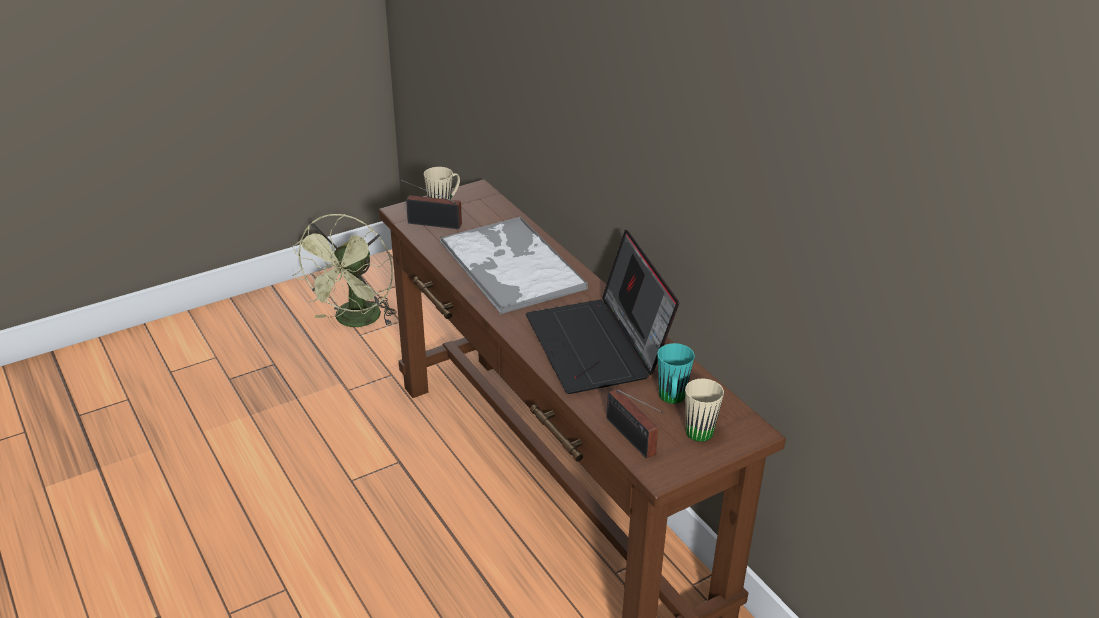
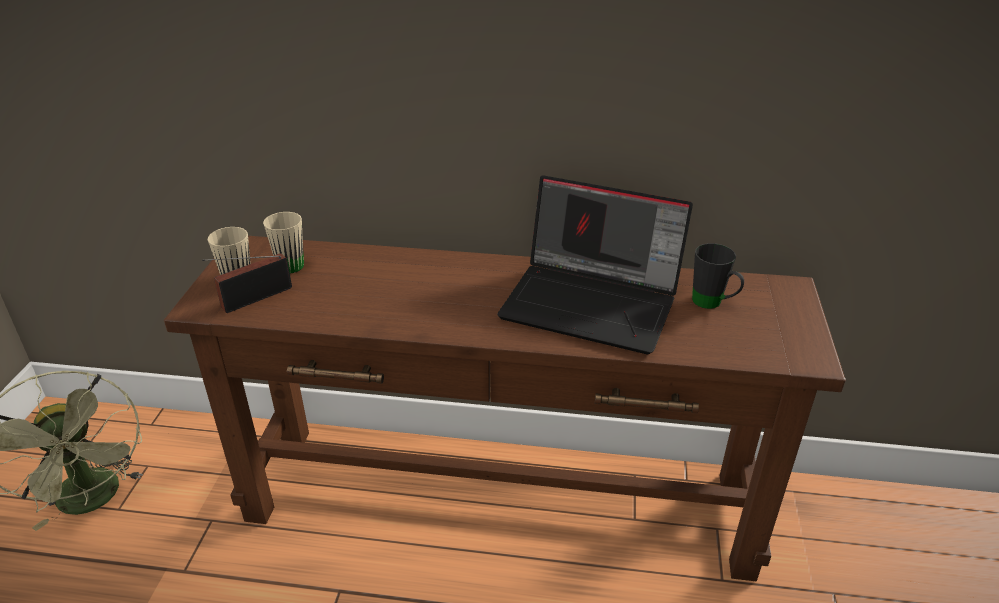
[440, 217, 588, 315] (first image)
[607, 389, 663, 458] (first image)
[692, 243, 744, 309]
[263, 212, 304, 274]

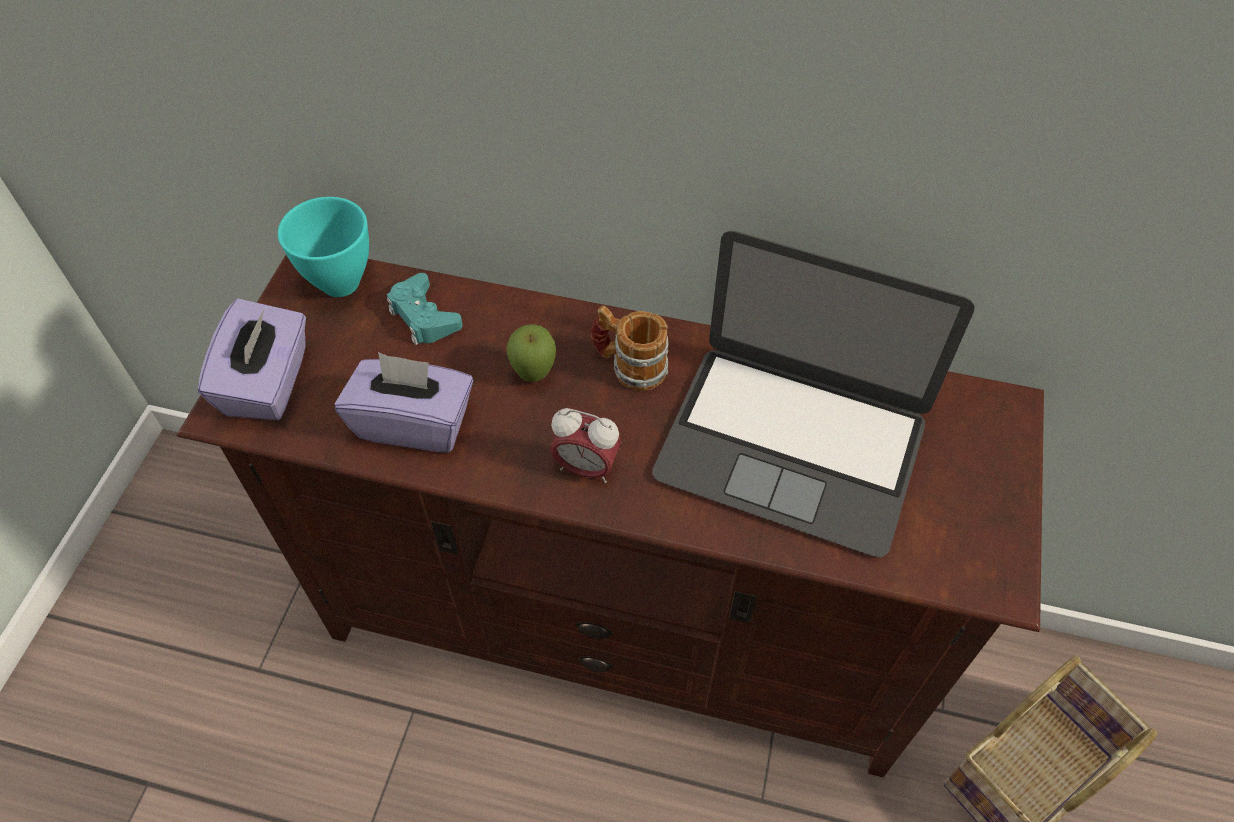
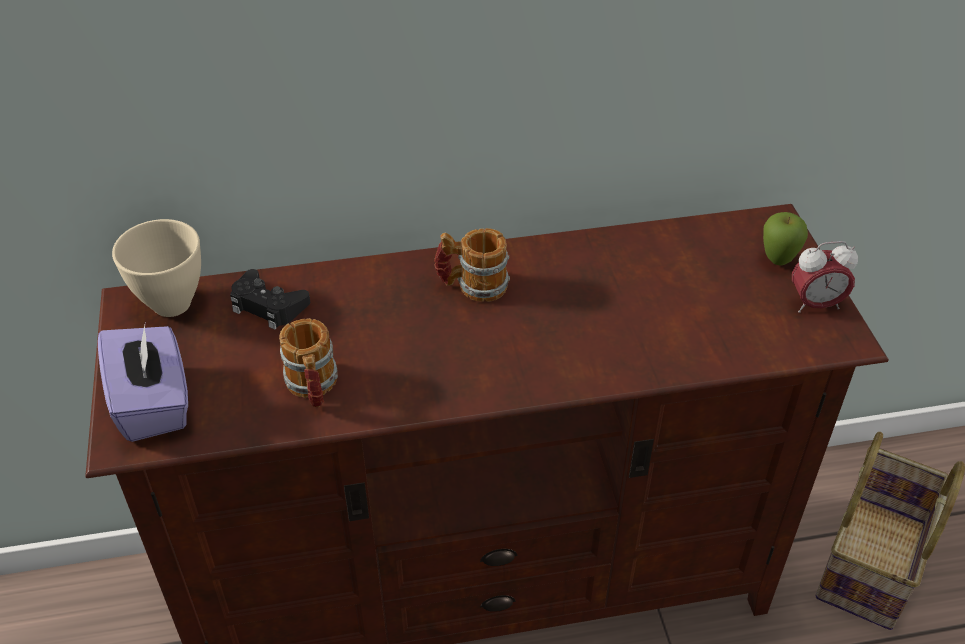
[112, 219, 201, 317]
[279, 318, 338, 407]
[230, 269, 310, 329]
[763, 212, 808, 266]
[792, 241, 858, 313]
[652, 231, 974, 558] (first image)

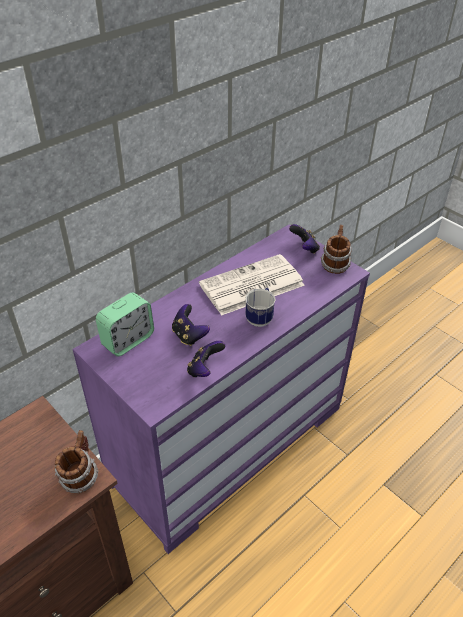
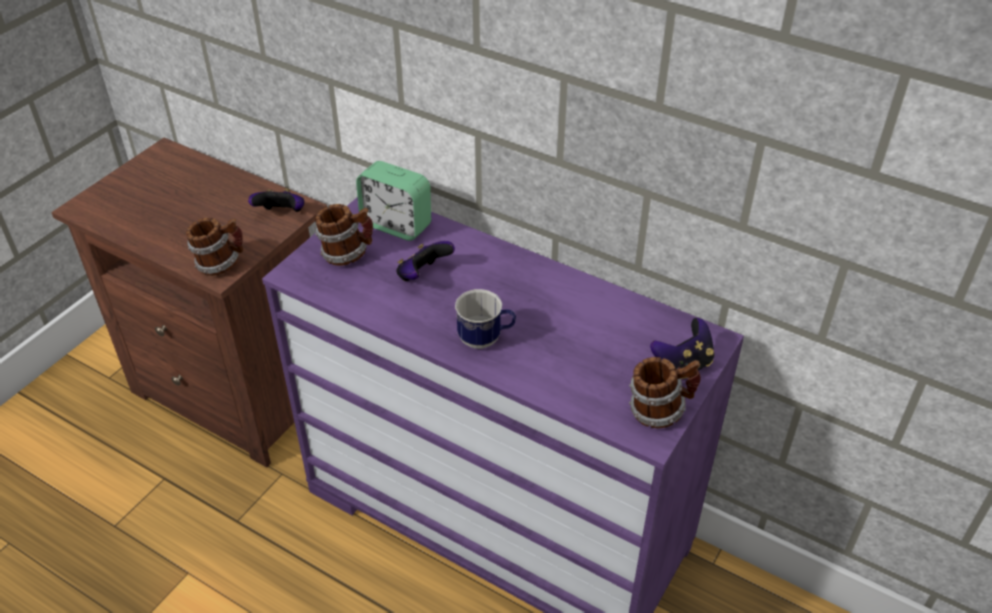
[248, 189, 304, 212]
[199, 254, 305, 316] (first image)
[315, 204, 373, 266]

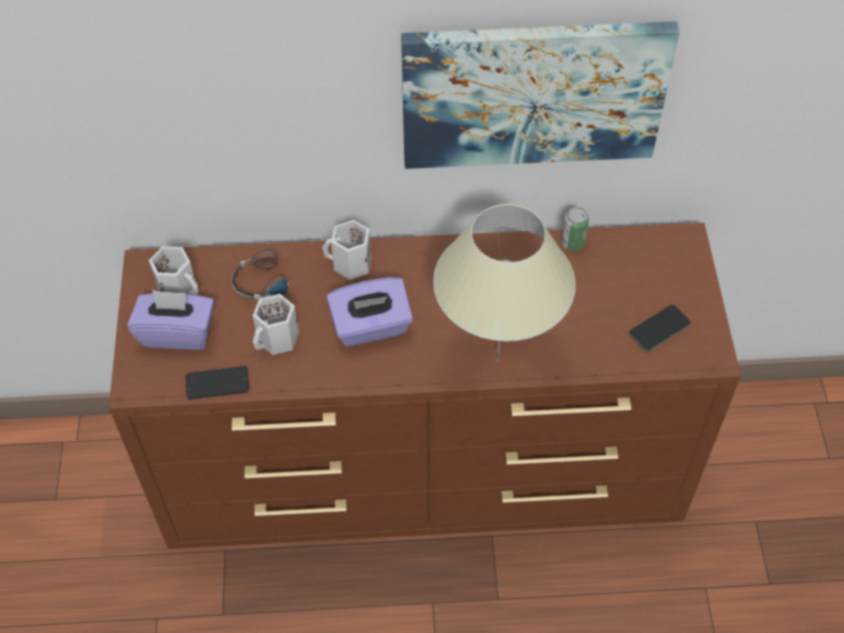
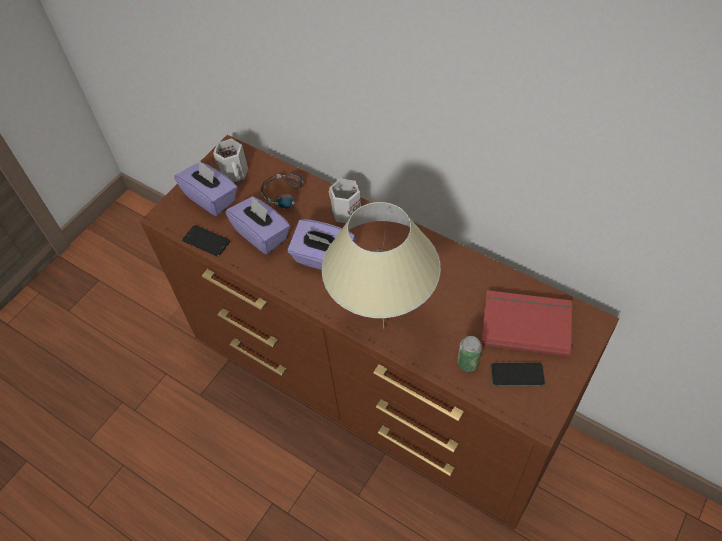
[226, 196, 290, 255]
[401, 21, 680, 169] (first image)
[458, 336, 482, 372]
[481, 290, 572, 357]

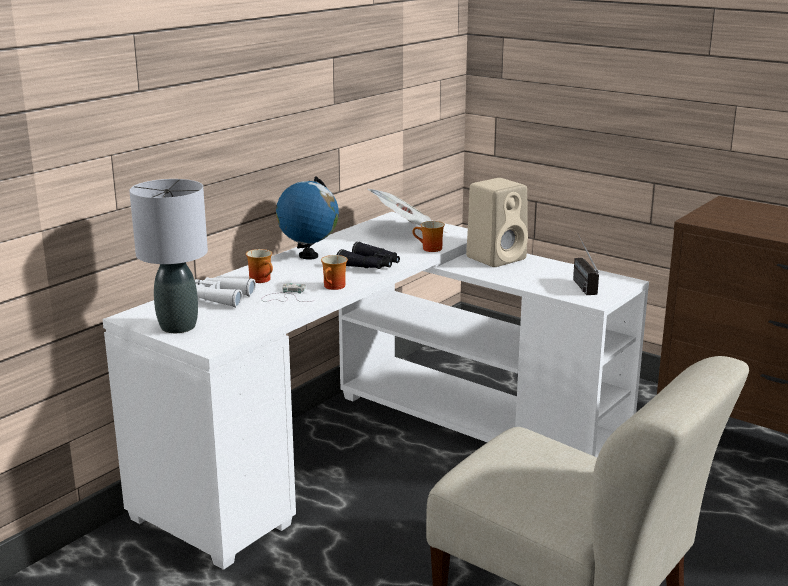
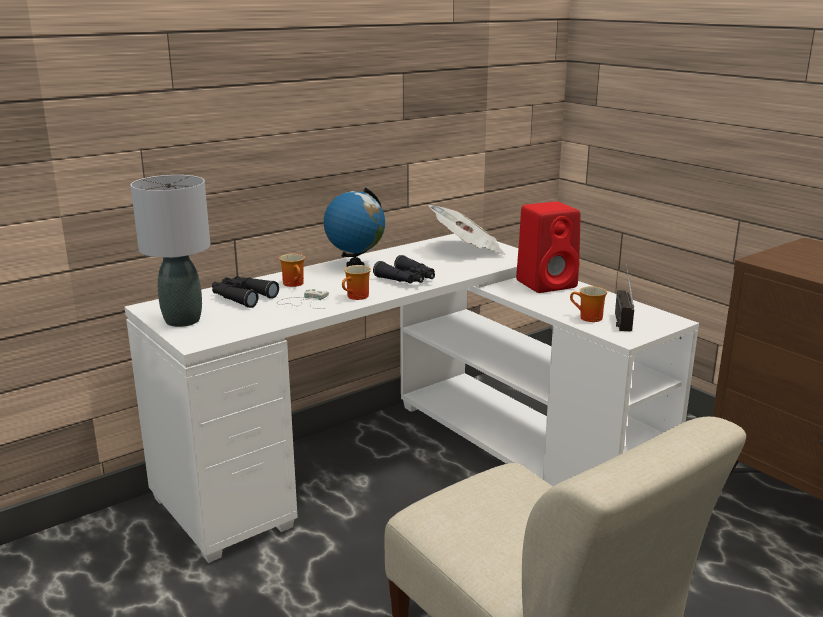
[212, 276, 279, 308]
[570, 286, 607, 322]
[516, 201, 580, 293]

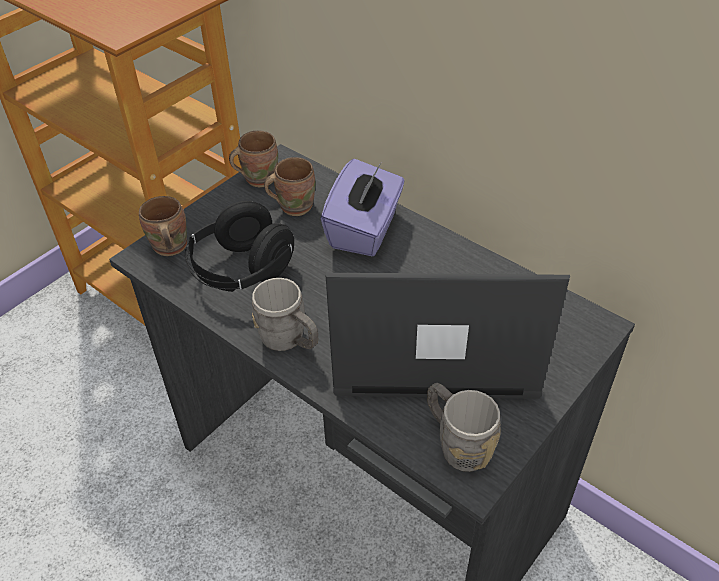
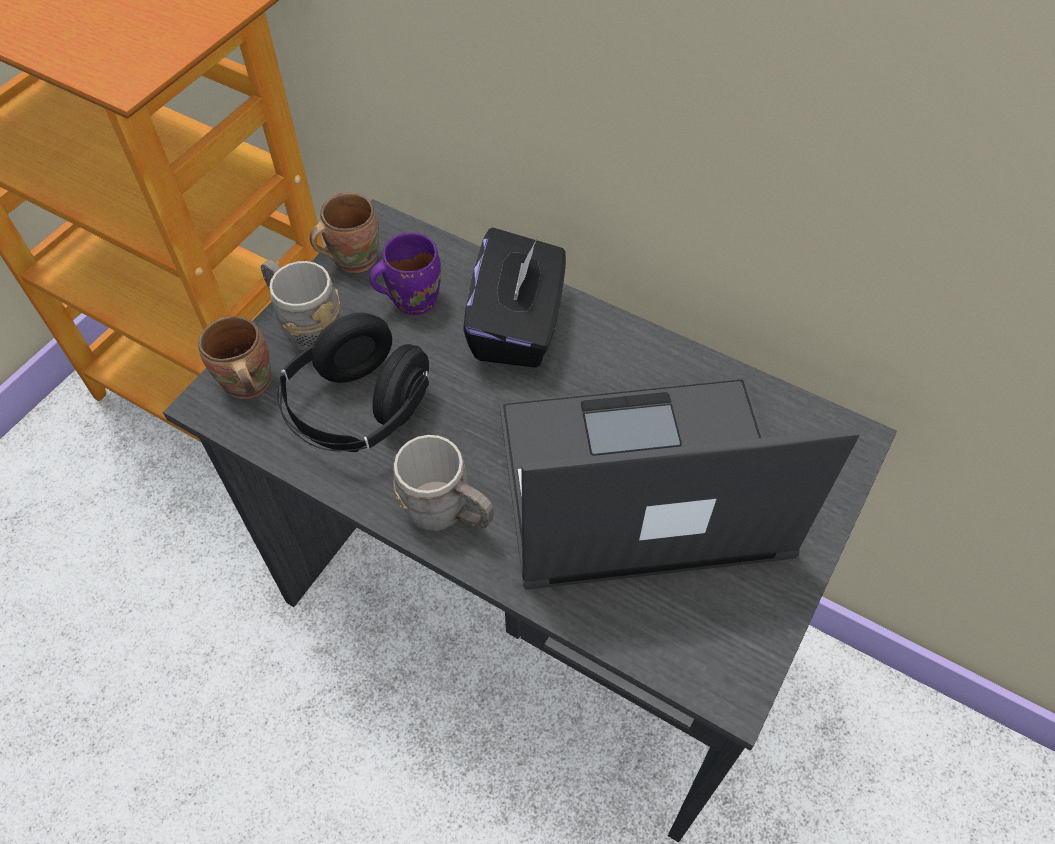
[369, 232, 441, 315]
[463, 227, 566, 368]
[261, 259, 340, 350]

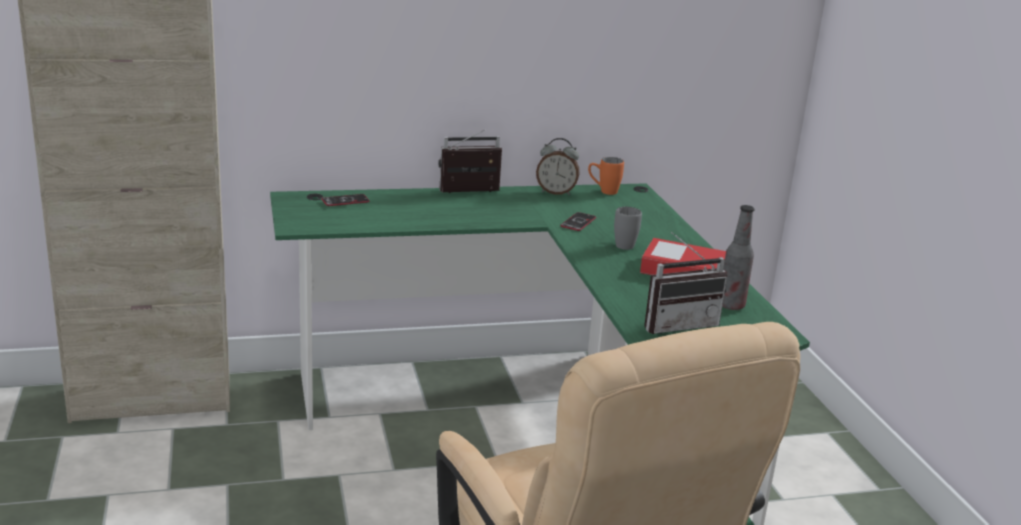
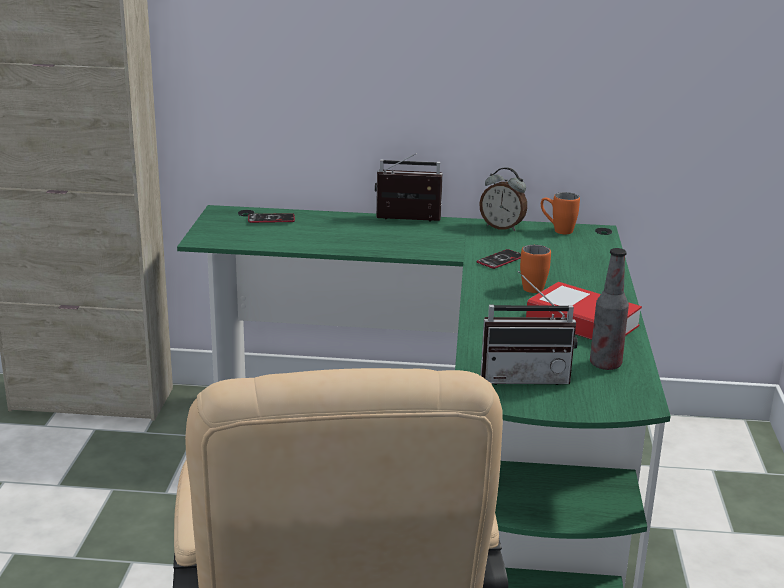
[520, 245, 551, 293]

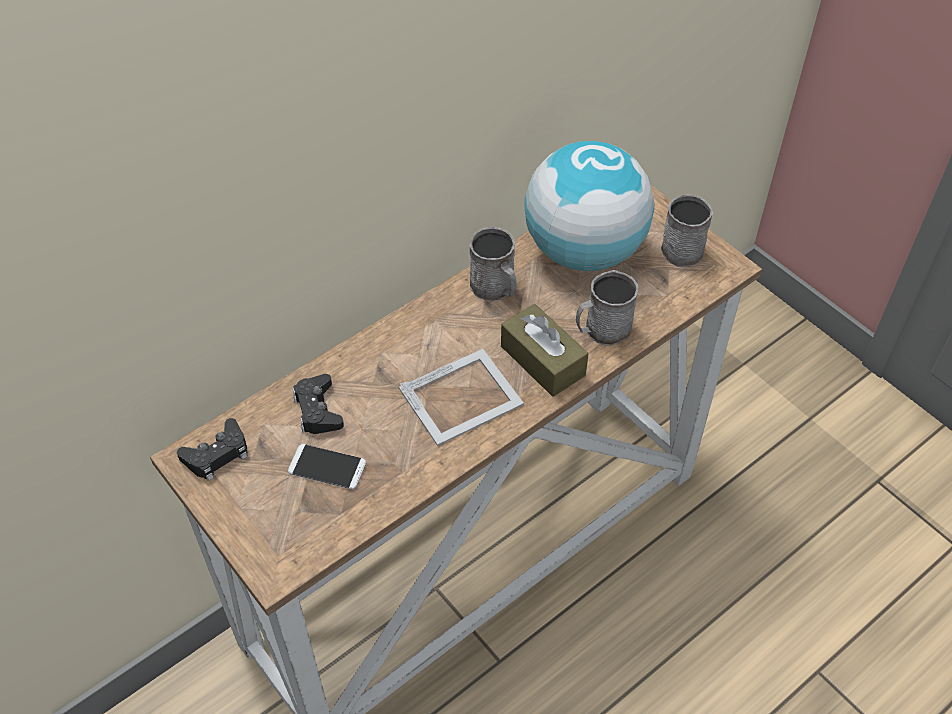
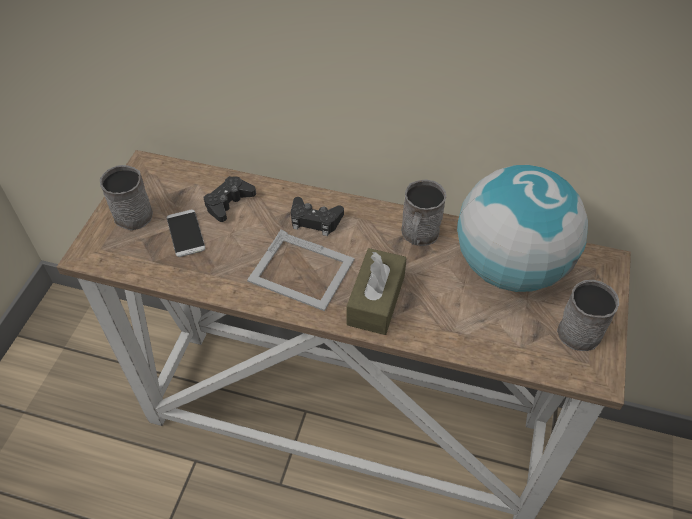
[291, 197, 344, 236]
[100, 165, 153, 230]

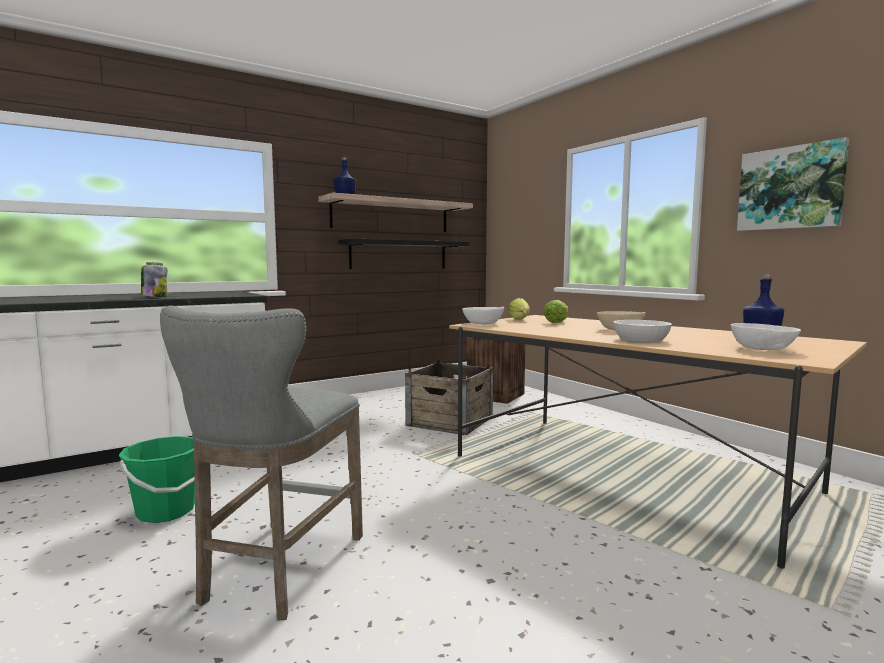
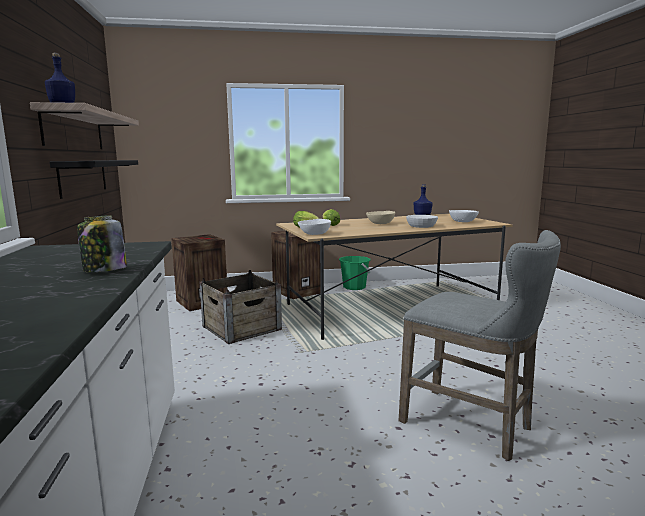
[339, 256, 371, 290]
[737, 137, 849, 231] (first image)
[271, 231, 321, 299]

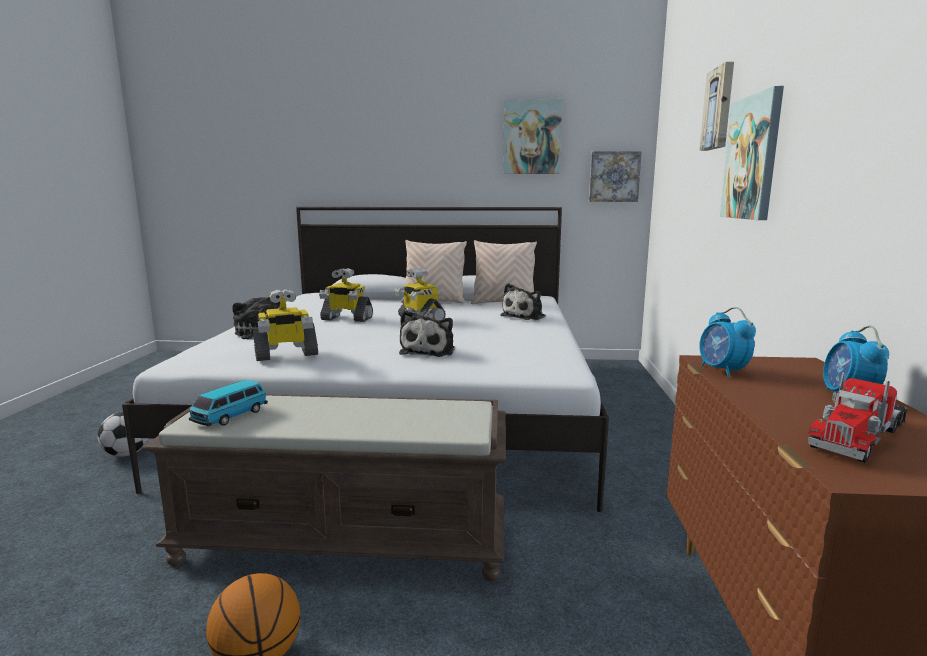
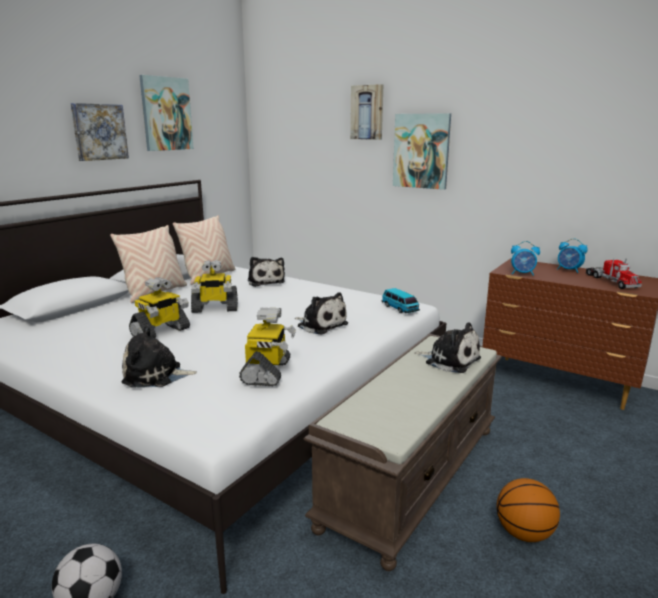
[382, 288, 420, 313]
[71, 103, 129, 161]
[414, 322, 481, 373]

